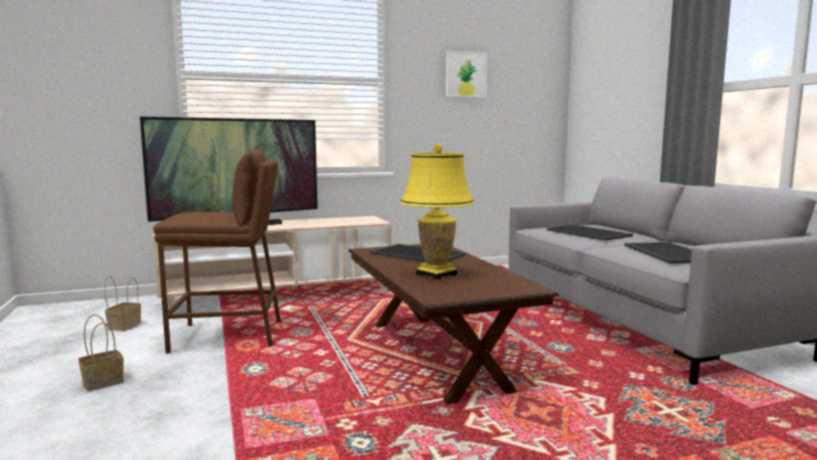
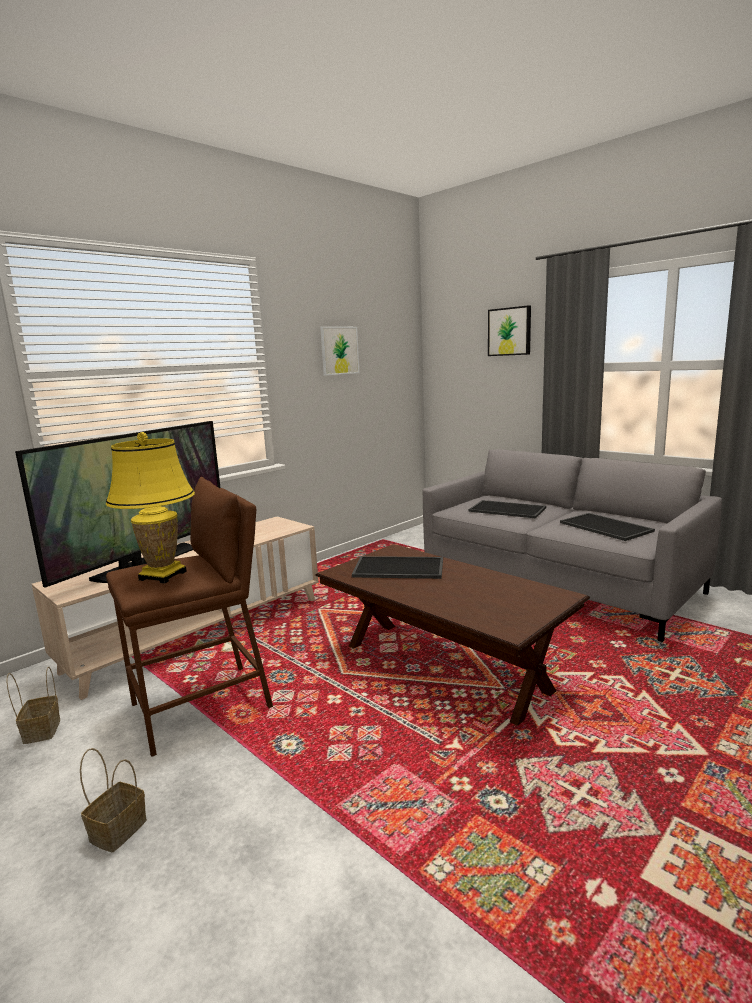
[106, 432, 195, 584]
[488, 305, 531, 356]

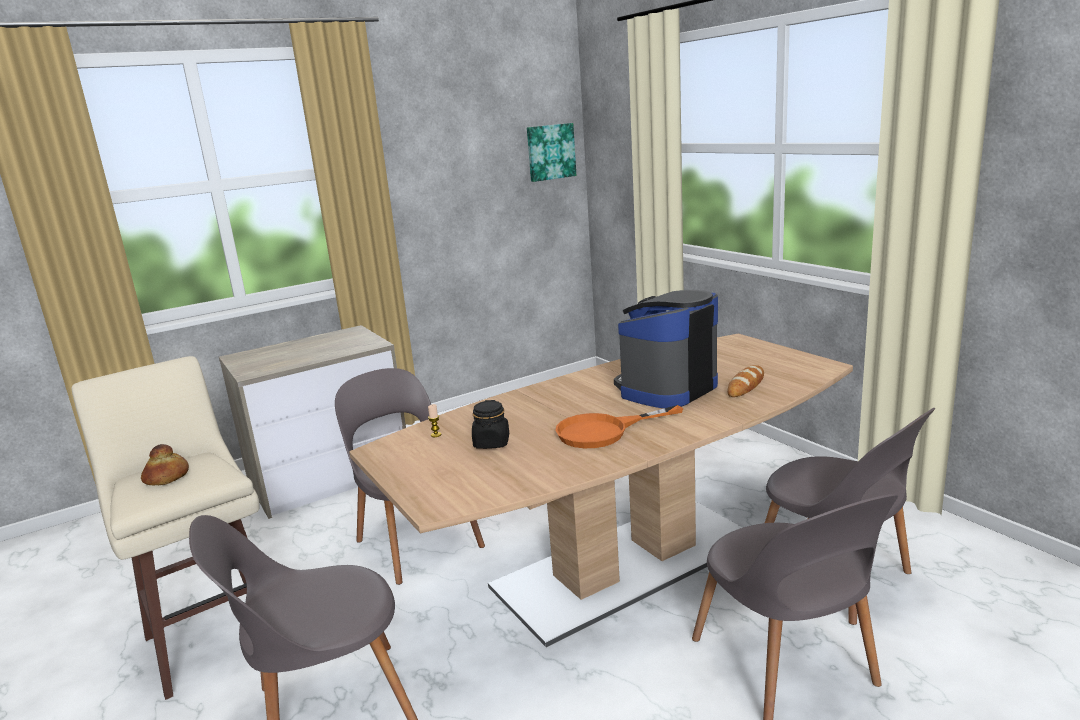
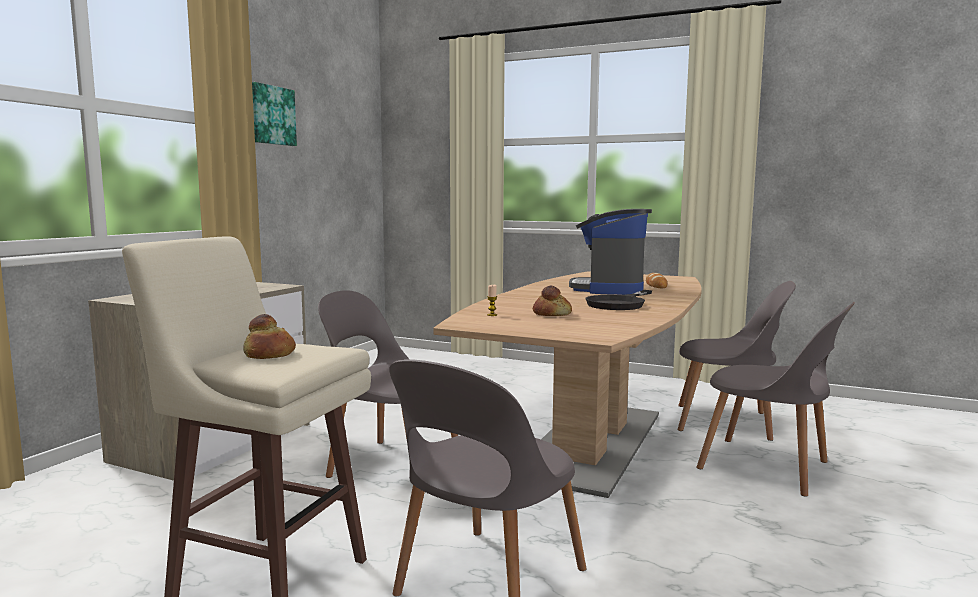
[533, 286, 572, 316]
[252, 82, 297, 146]
[586, 290, 652, 310]

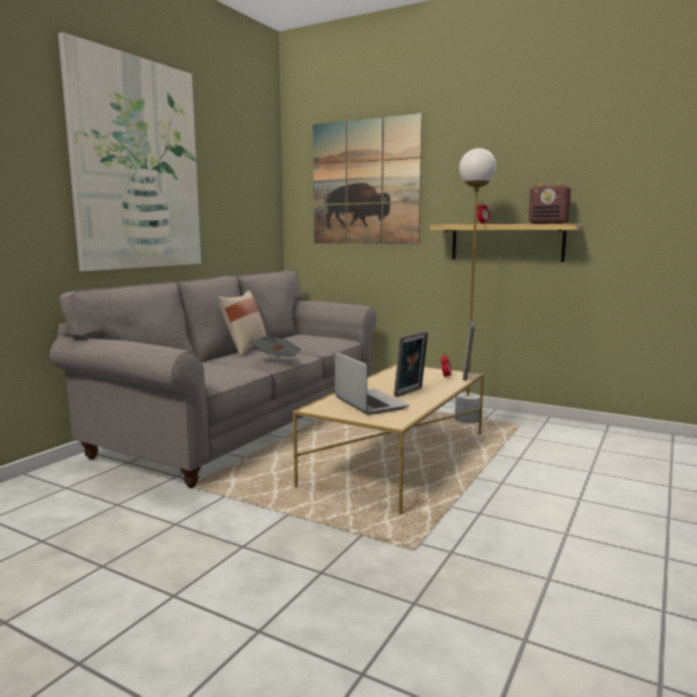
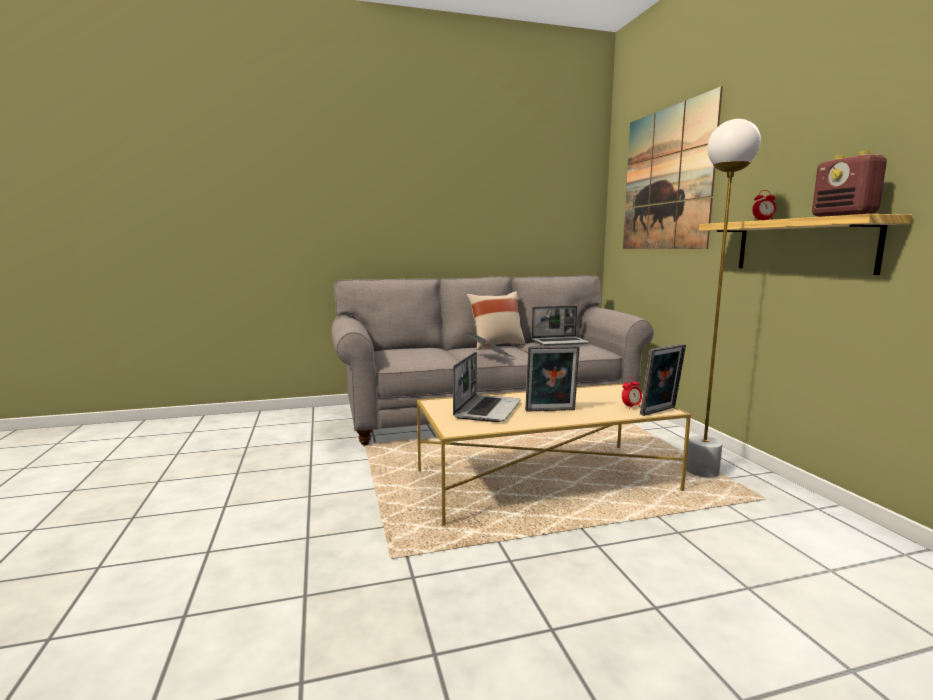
[58, 32, 201, 271] (first image)
[531, 306, 590, 346]

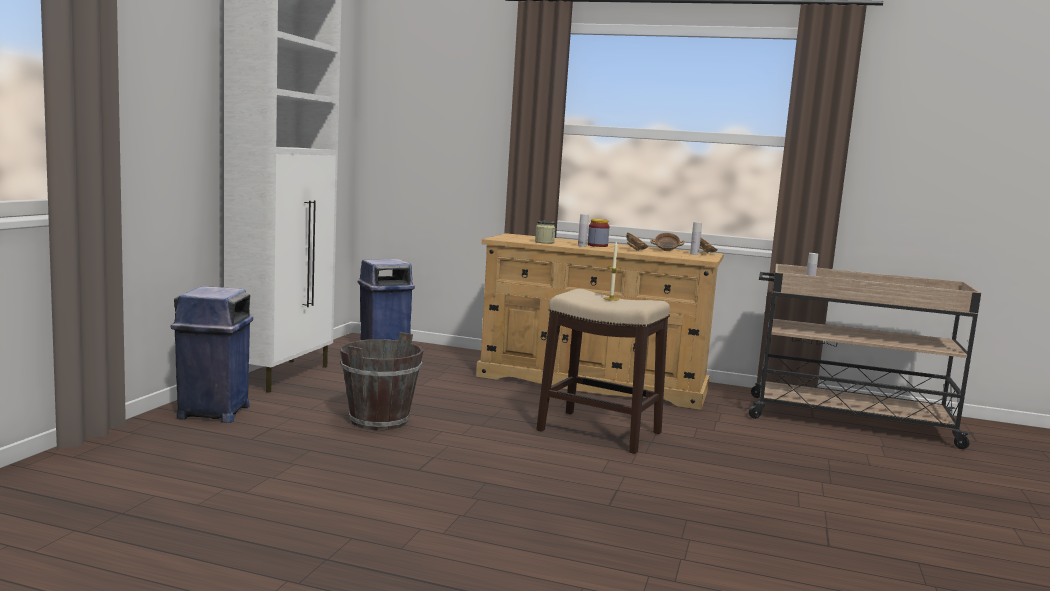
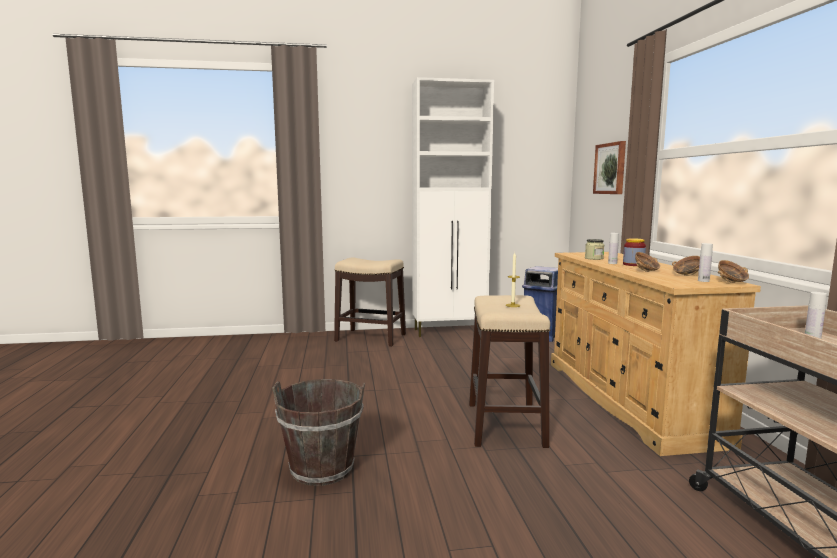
[334, 257, 406, 346]
[272, 379, 365, 486]
[593, 141, 626, 194]

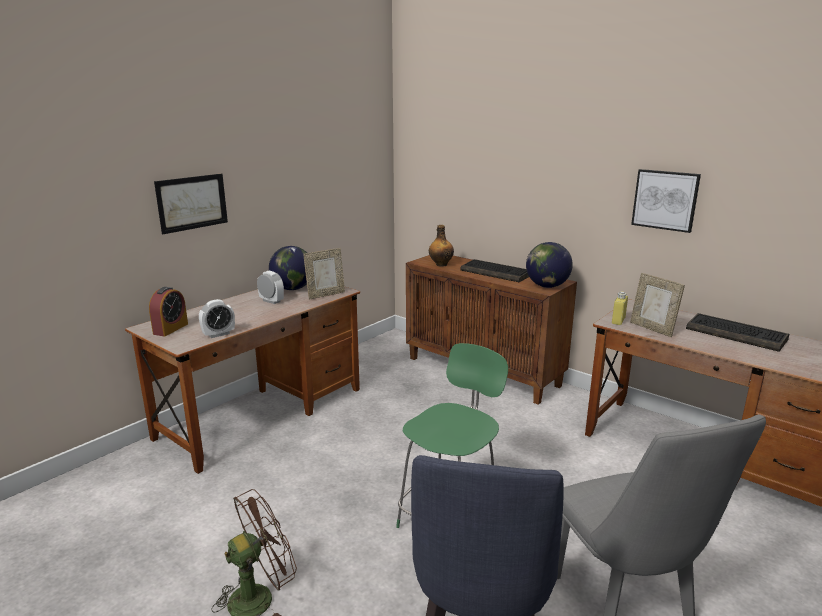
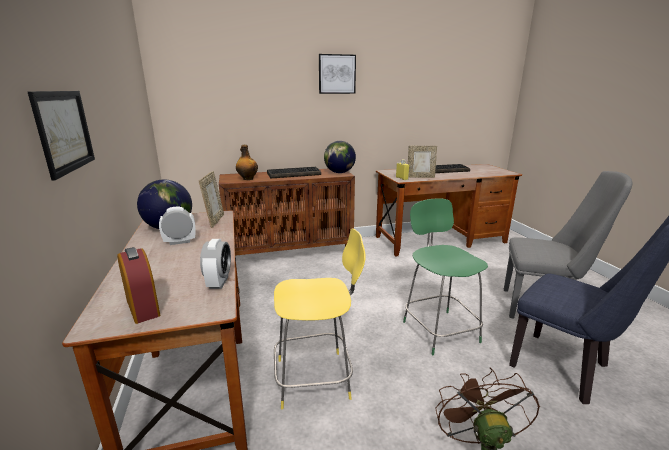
[319, 54, 356, 94]
[274, 228, 365, 410]

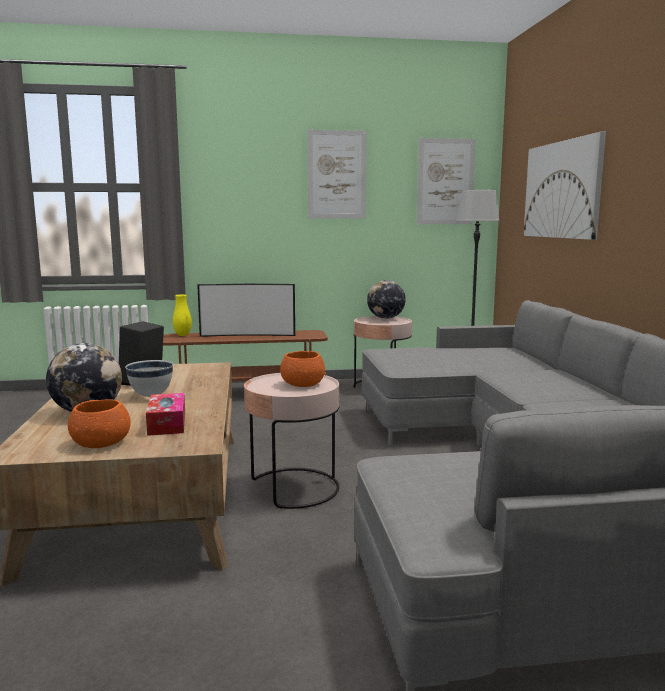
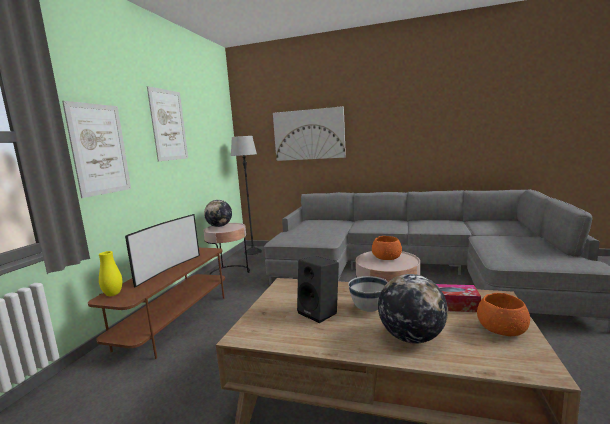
[62, 101, 131, 198]

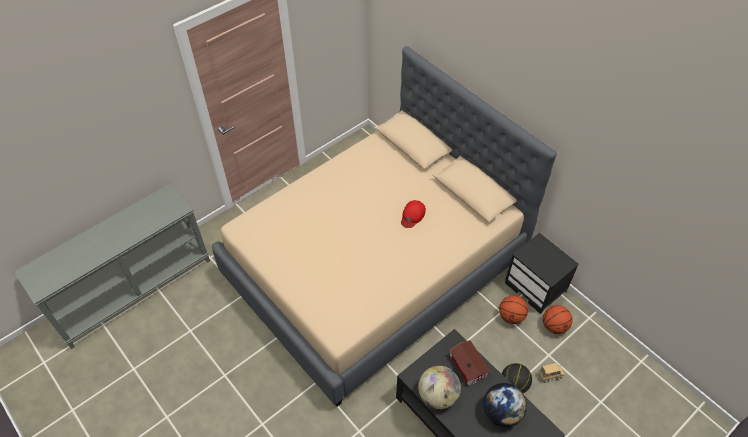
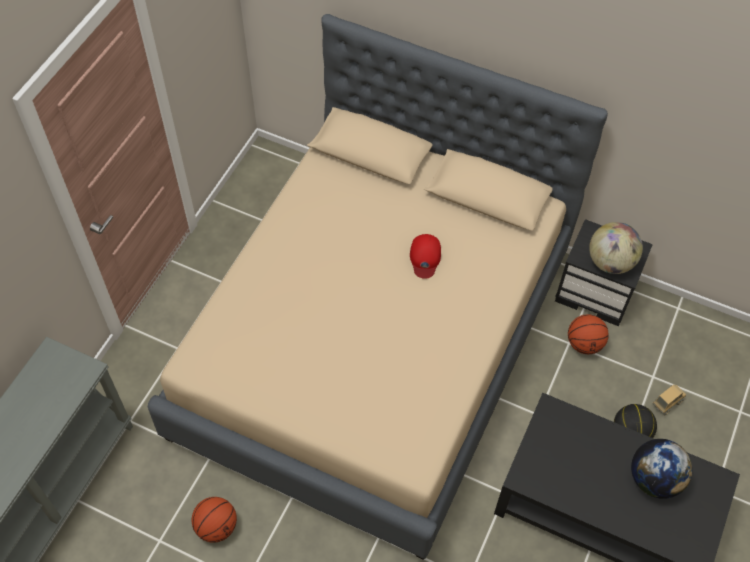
[589, 222, 643, 274]
[449, 340, 491, 386] (first image)
[192, 497, 237, 543]

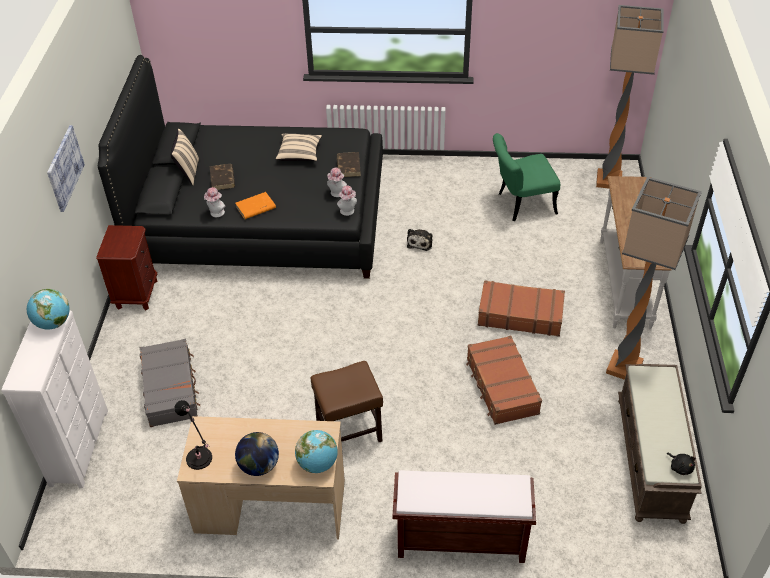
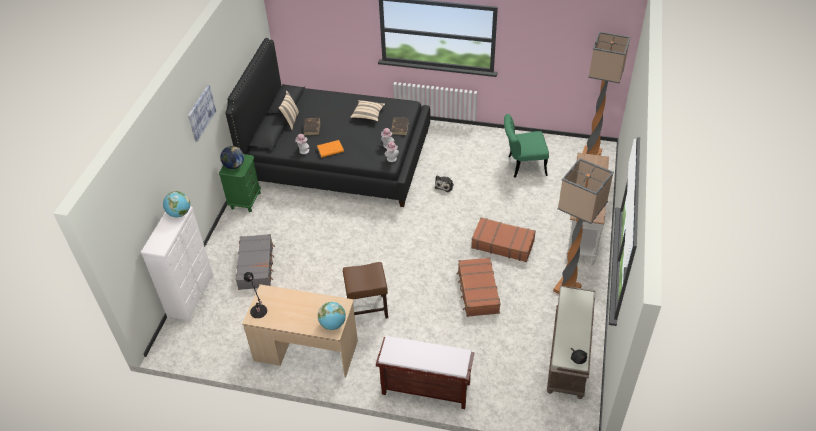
[219, 154, 261, 212]
[220, 146, 244, 169]

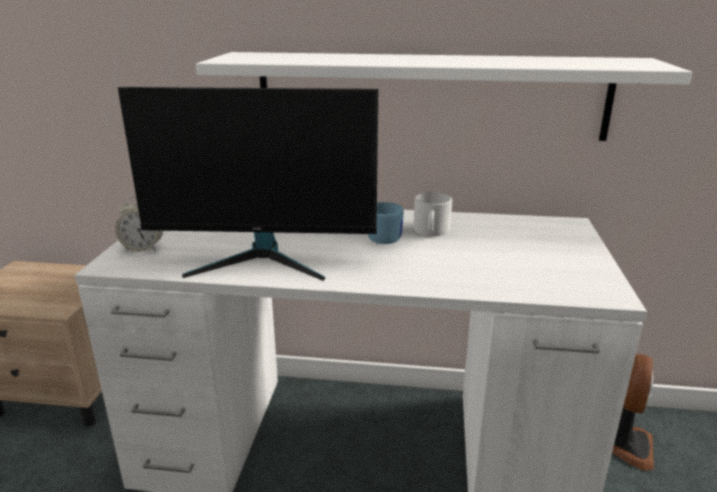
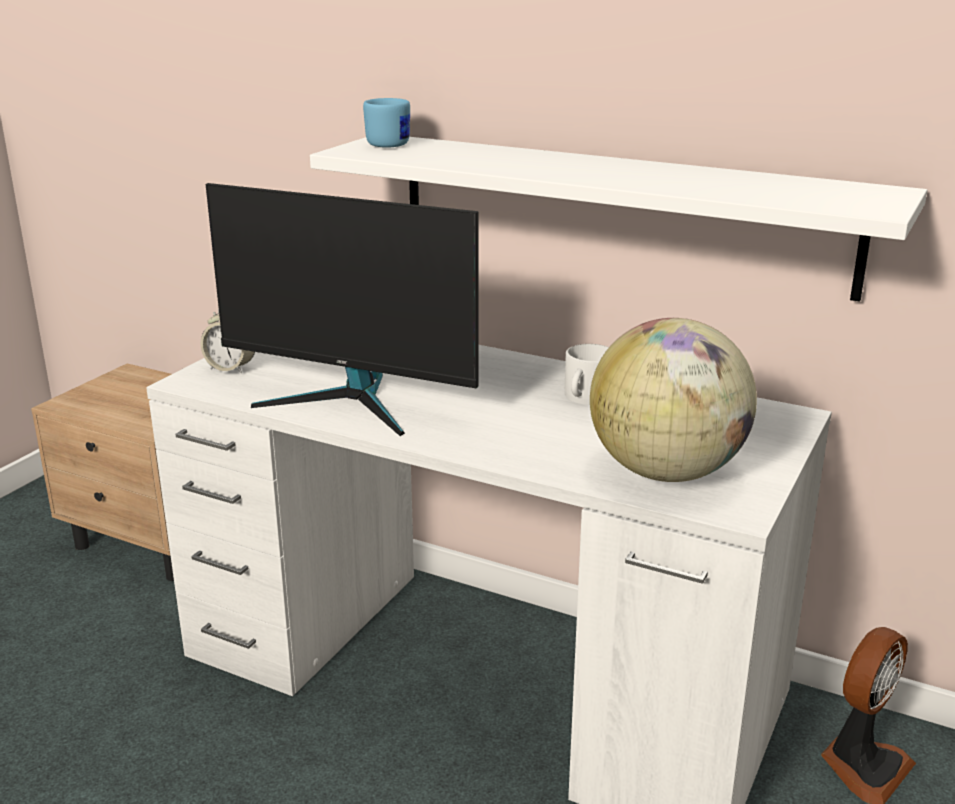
[363, 98, 410, 148]
[590, 318, 757, 482]

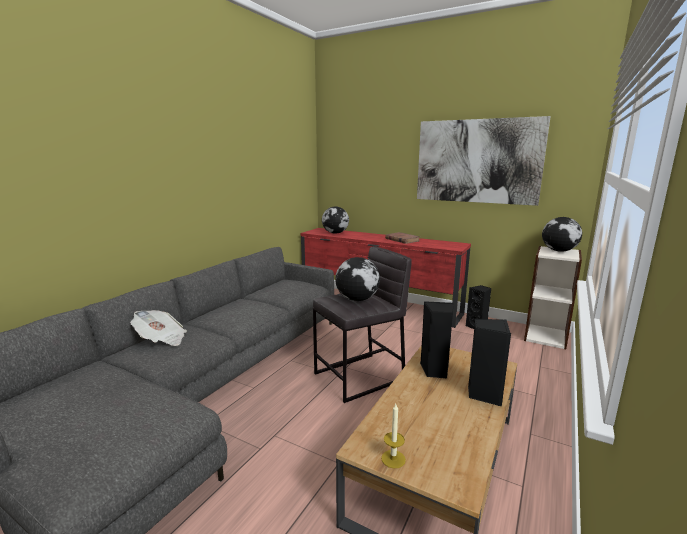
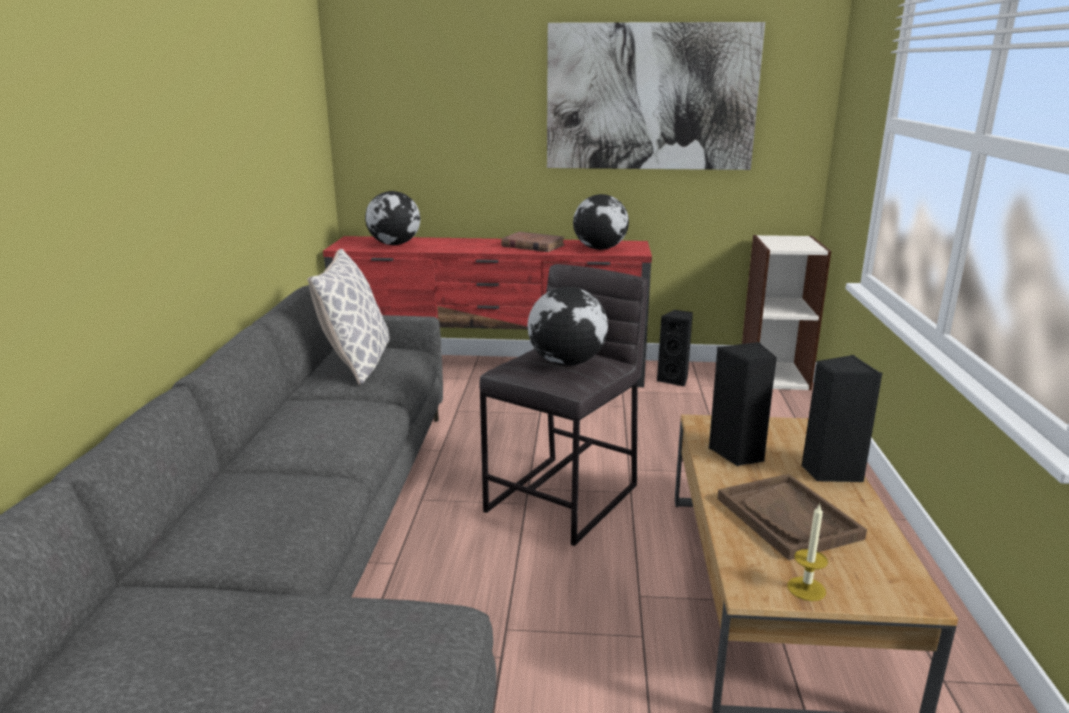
[131, 310, 187, 346] (first image)
[573, 194, 629, 250]
[307, 249, 389, 385]
[718, 474, 867, 560]

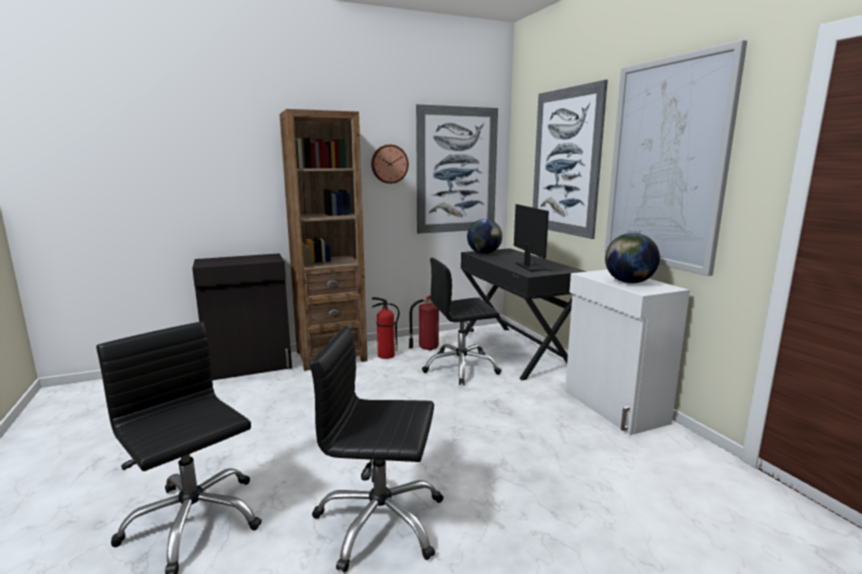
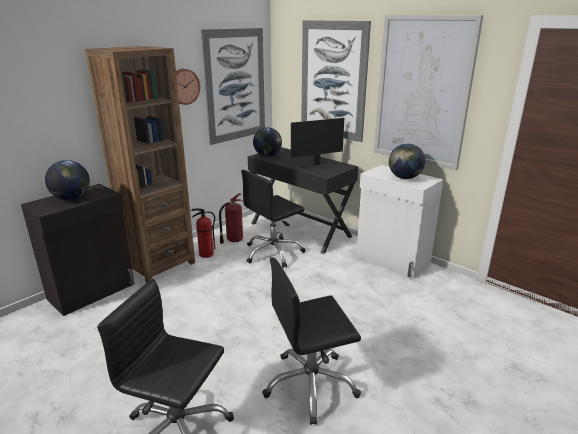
[291, 118, 344, 172]
[45, 160, 90, 200]

